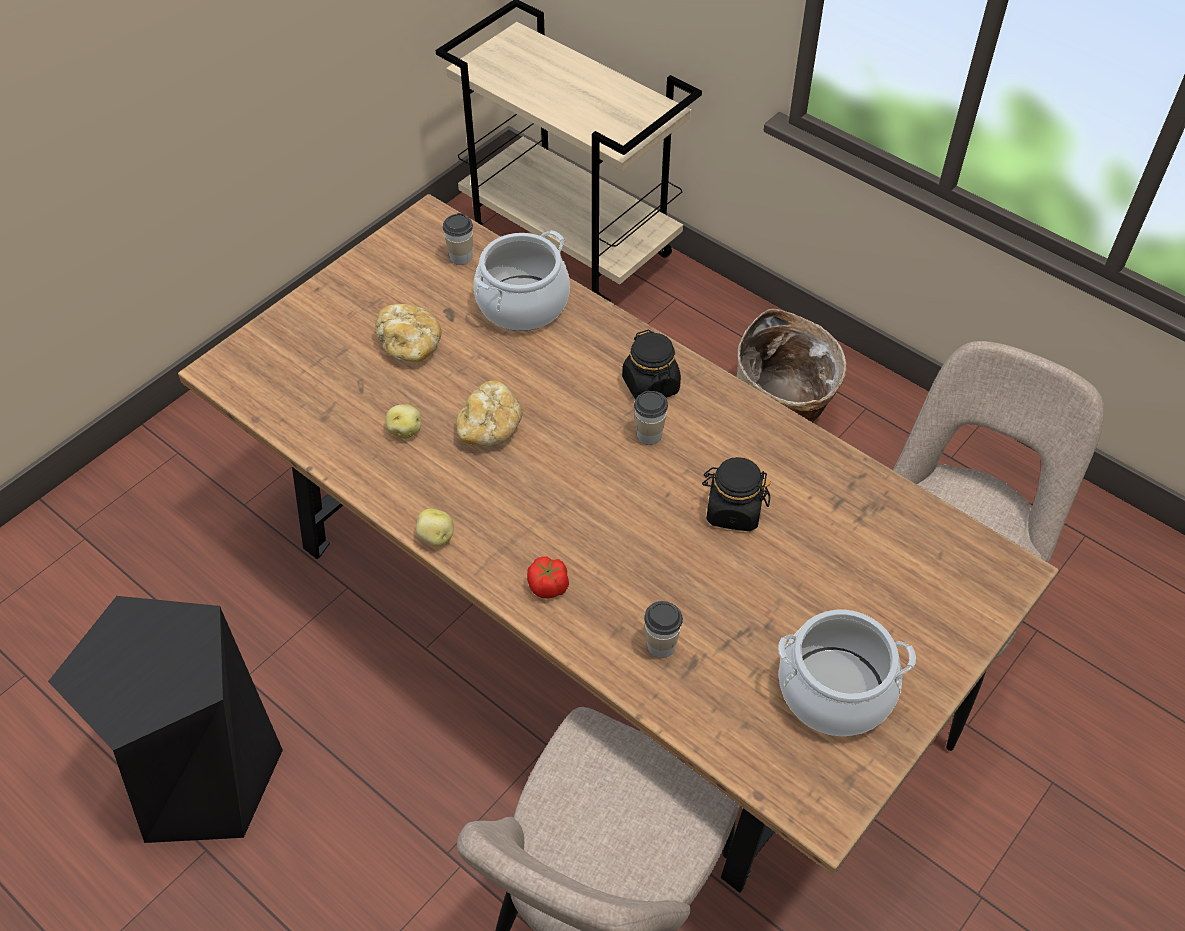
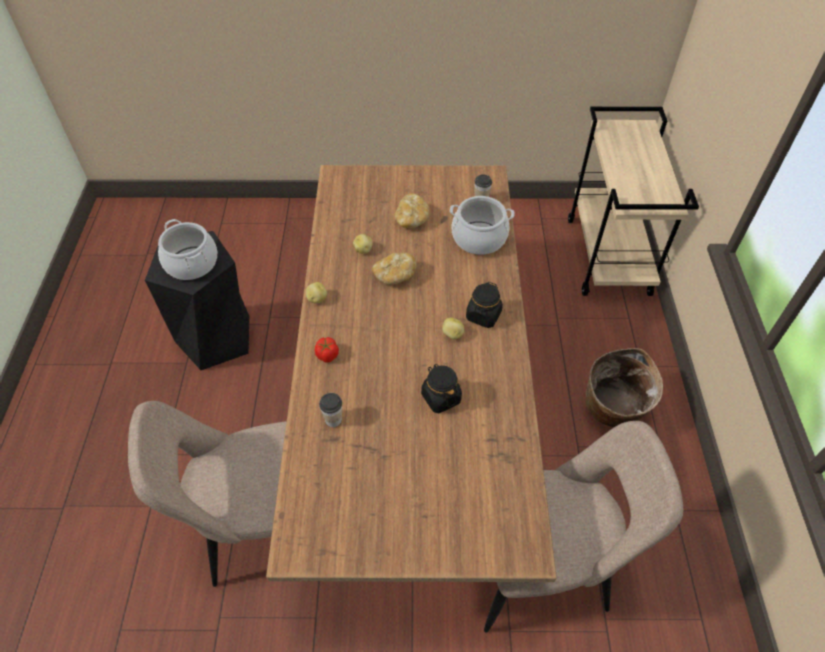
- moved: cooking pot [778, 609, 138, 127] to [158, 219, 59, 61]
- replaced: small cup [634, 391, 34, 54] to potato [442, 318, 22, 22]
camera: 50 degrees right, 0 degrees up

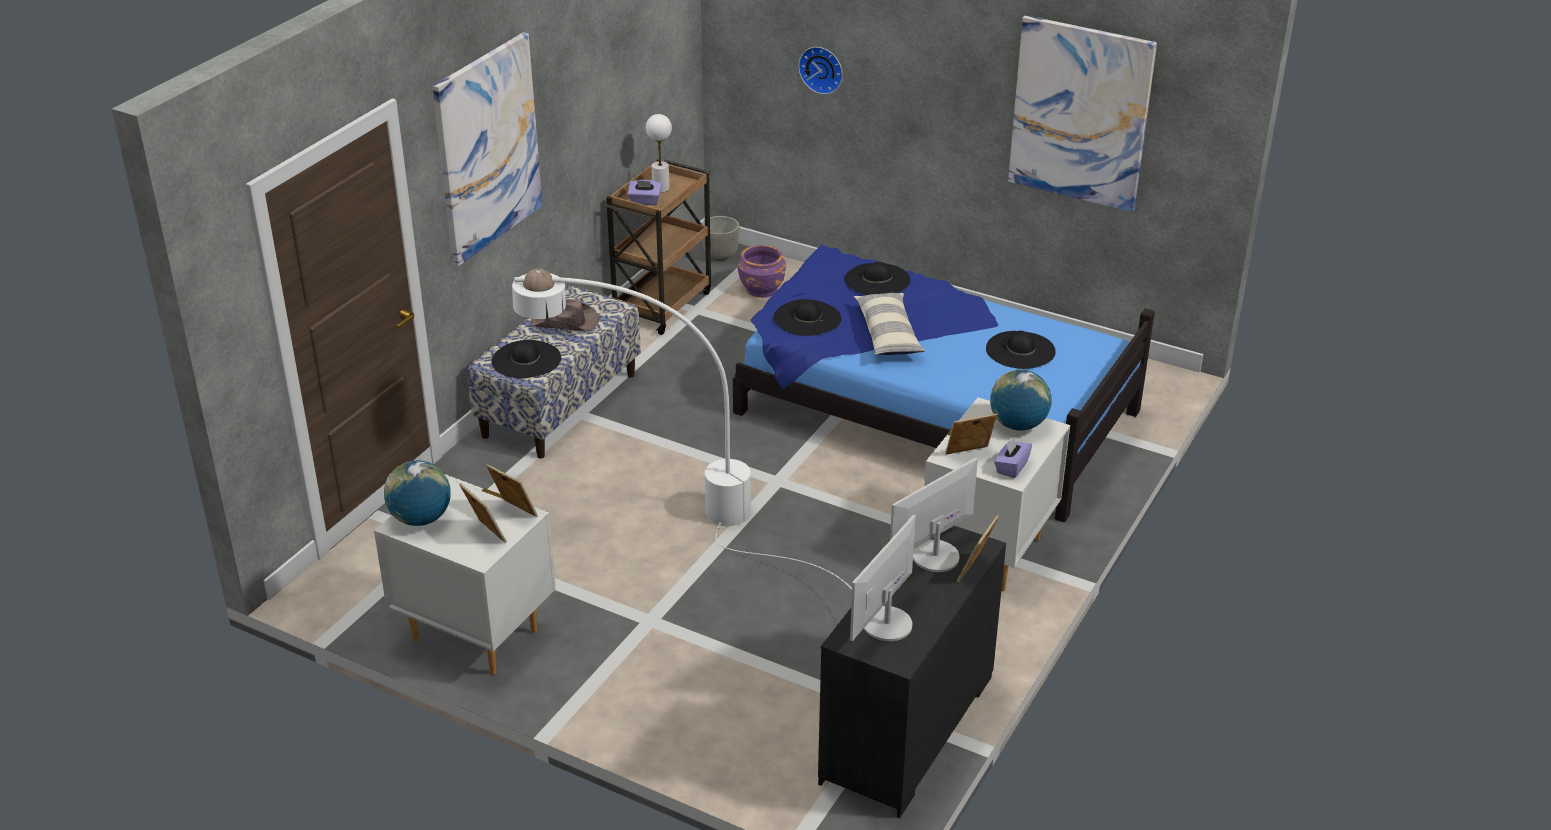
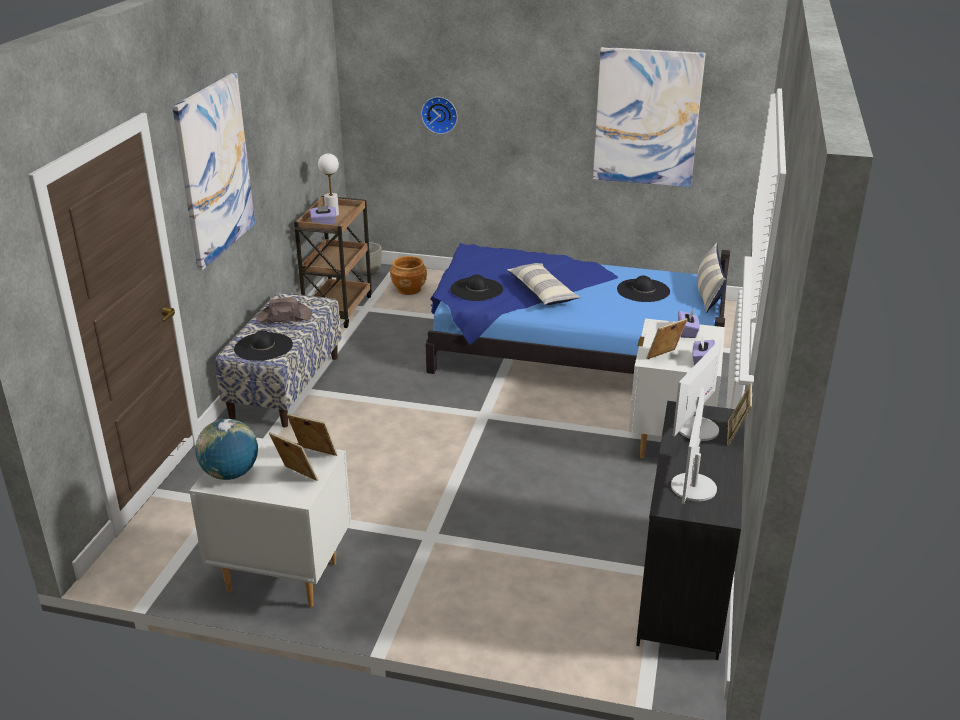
- recoloured: flower pot in purple-coloured [738, 245, 48, 53] to flower pot in brown [390, 256, 37, 39]
- replaced: desk globe [990, 370, 62, 61] to tissue holder in purple-coloured [678, 309, 22, 29]
- added: throw pillow [697, 243, 29, 70]
- removed: standing lamp in white-coloured [512, 269, 340, 321]
- removed: wearable hat in blackish [845, 262, 65, 33]
camera: 15 degrees left, 5 degrees down

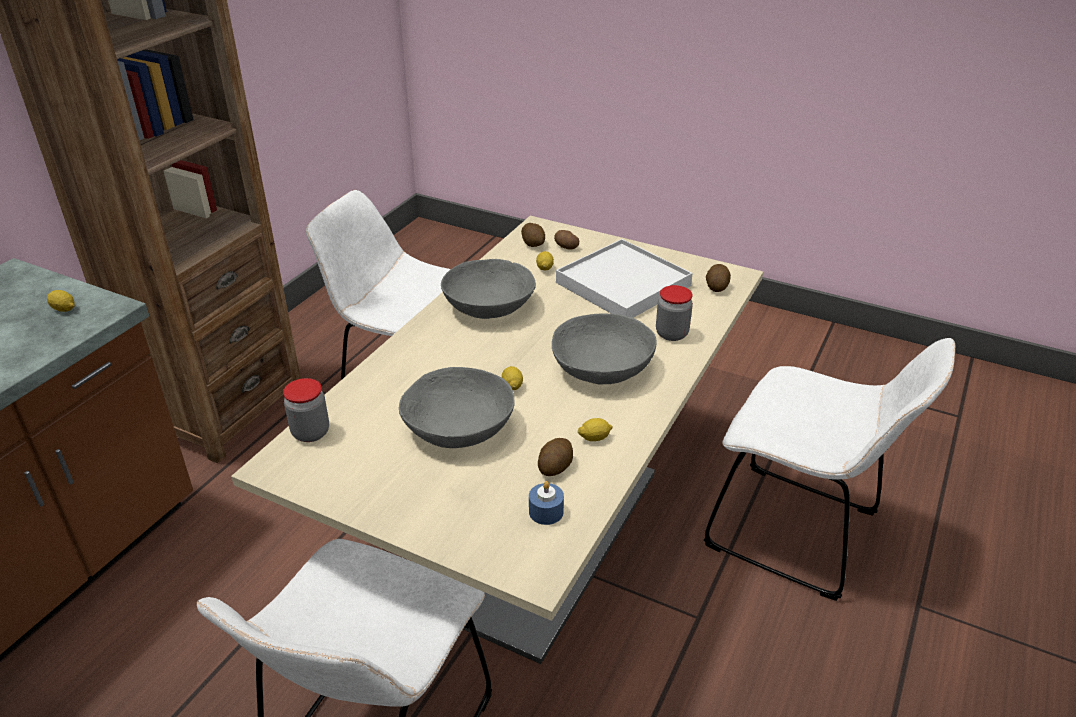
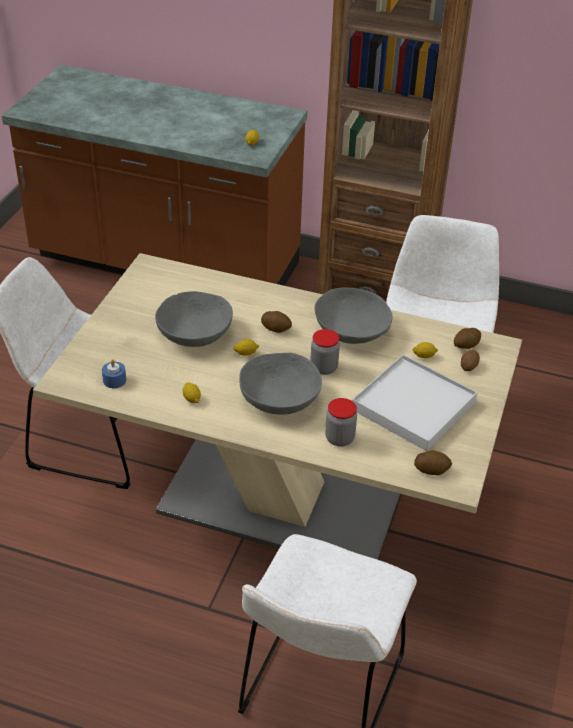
- moved: potato [538, 438, 35, 38] to [261, 311, 31, 22]
- moved: preserve jar [283, 378, 46, 64] to [310, 329, 30, 46]
camera: 80 degrees right, 5 degrees up

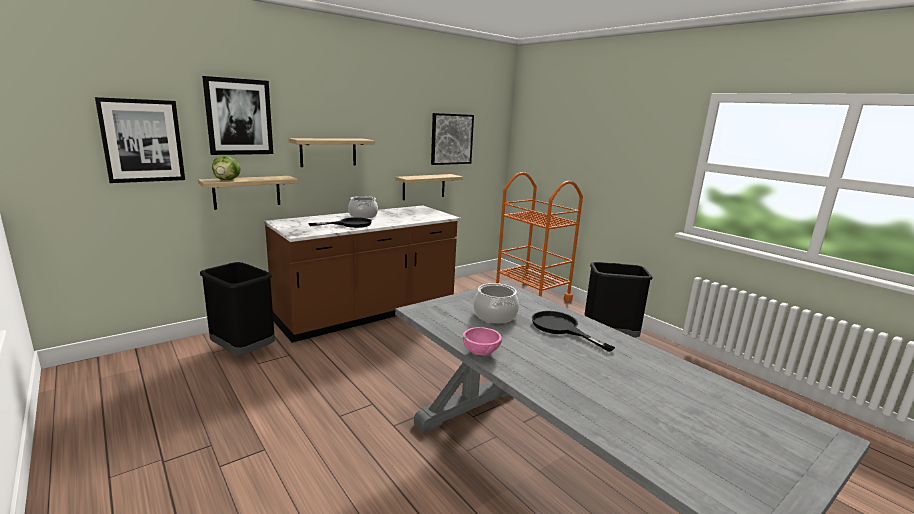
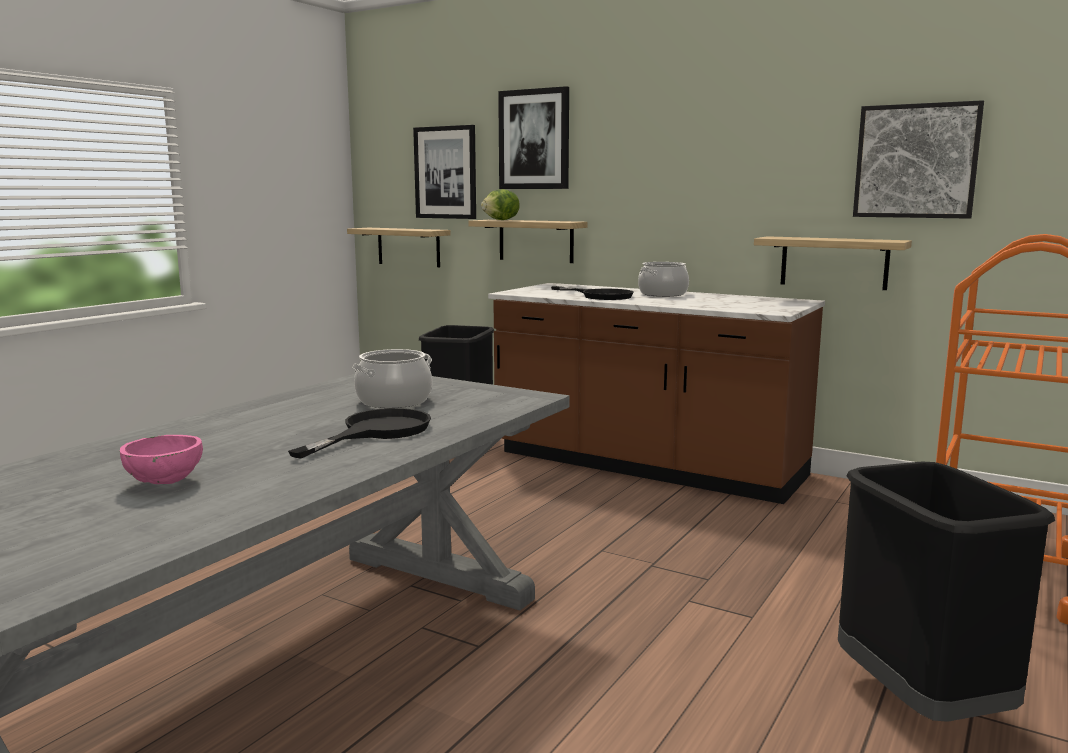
- moved: bowl in pinkish [463, 327, 39, 30] to [120, 435, 83, 49]
- moved: wall shelf [289, 138, 86, 29] to [347, 228, 104, 39]
camera: 70 degrees right, 5 degrees down

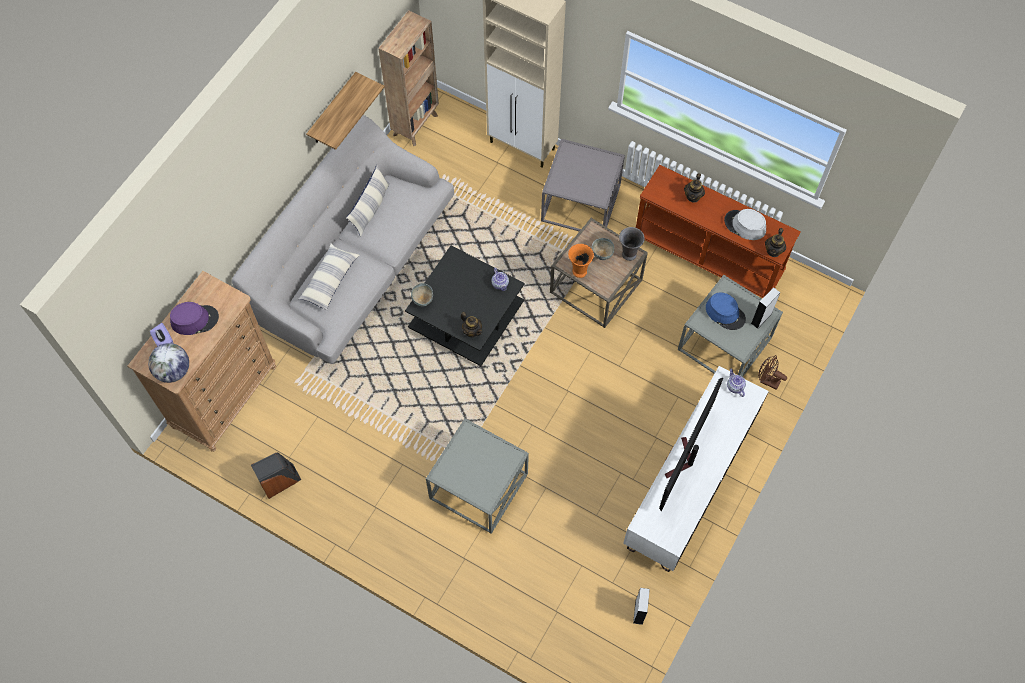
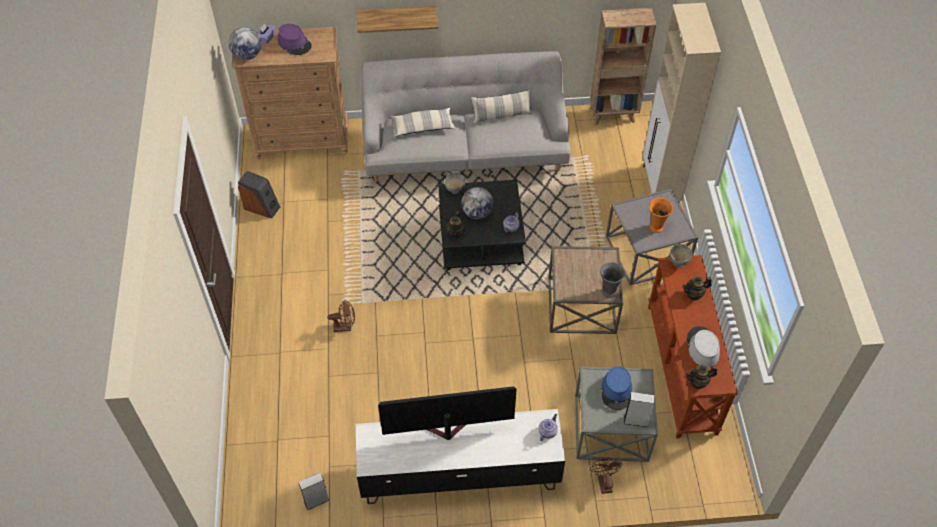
- replaced: accent table in greyish [426, 418, 103, 116] to fan in brown [327, 300, 28, 32]
- moved: wall shelf [306, 72, 78, 78] to [357, 6, 81, 27]
- added: desk globe [461, 187, 33, 32]
- moved: decorative vase in orange [568, 244, 26, 34] to [649, 198, 24, 35]
- moved: bowl in greyish [592, 238, 22, 22] to [669, 244, 23, 24]
camera: 55 degrees right, 10 degrees down

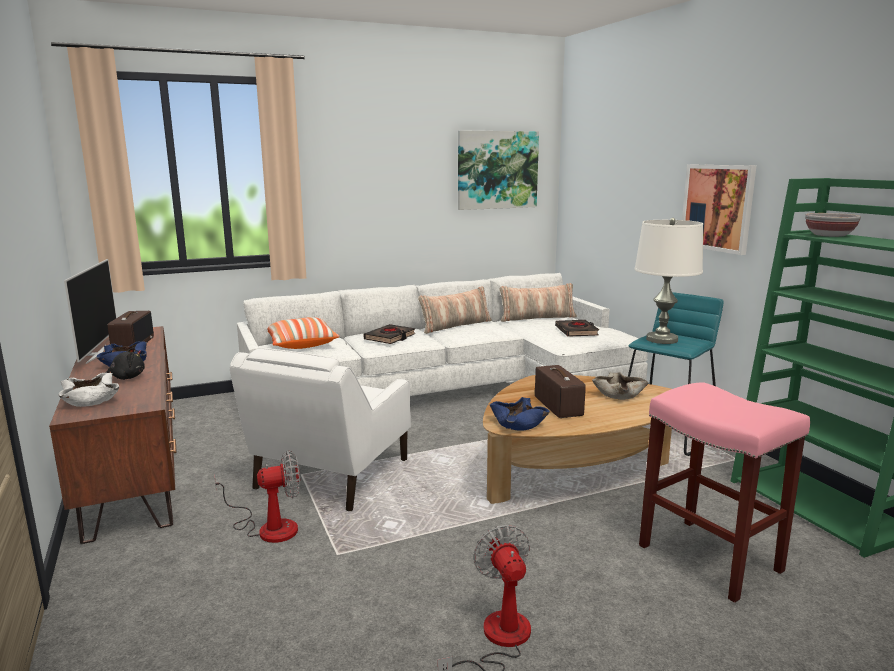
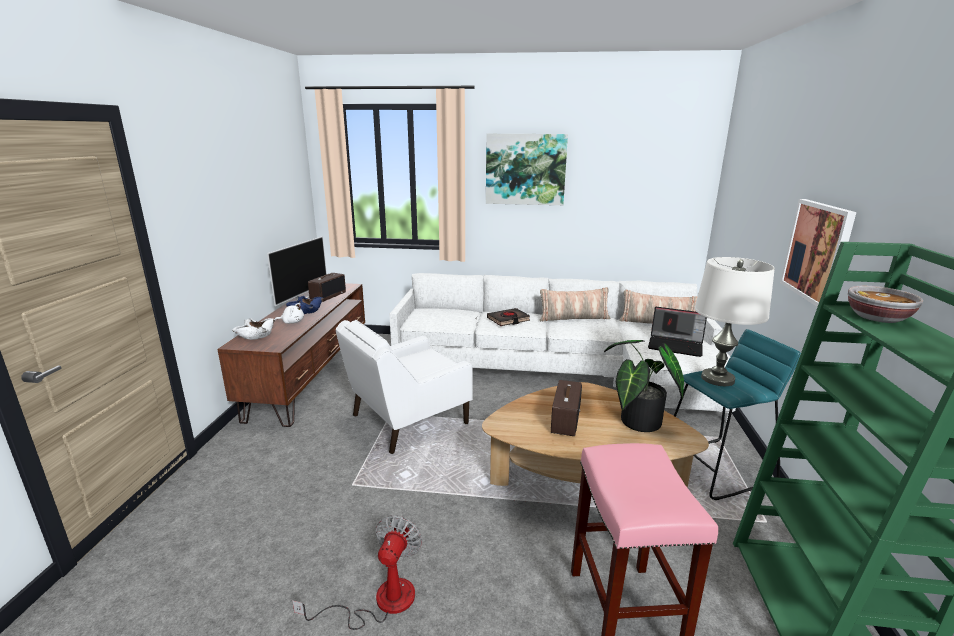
- recoloured: cuddly toy in blackish [105, 347, 40, 33] to cuddly toy in white-coloured [275, 303, 29, 21]
- moved: wall picture [458, 130, 81, 80] to [486, 134, 82, 71]
- replaced: bowl in sand-coloured [592, 372, 57, 28] to plant in a pot [604, 340, 80, 92]
- replaced: bound book in blackish [555, 320, 44, 17] to notebook computer [648, 307, 59, 50]
- removed: fan [214, 451, 86, 92]
- removed: throw pillow [267, 317, 73, 32]
- removed: bowl in bluish [490, 397, 60, 34]
camera: 30 degrees right, 5 degrees up

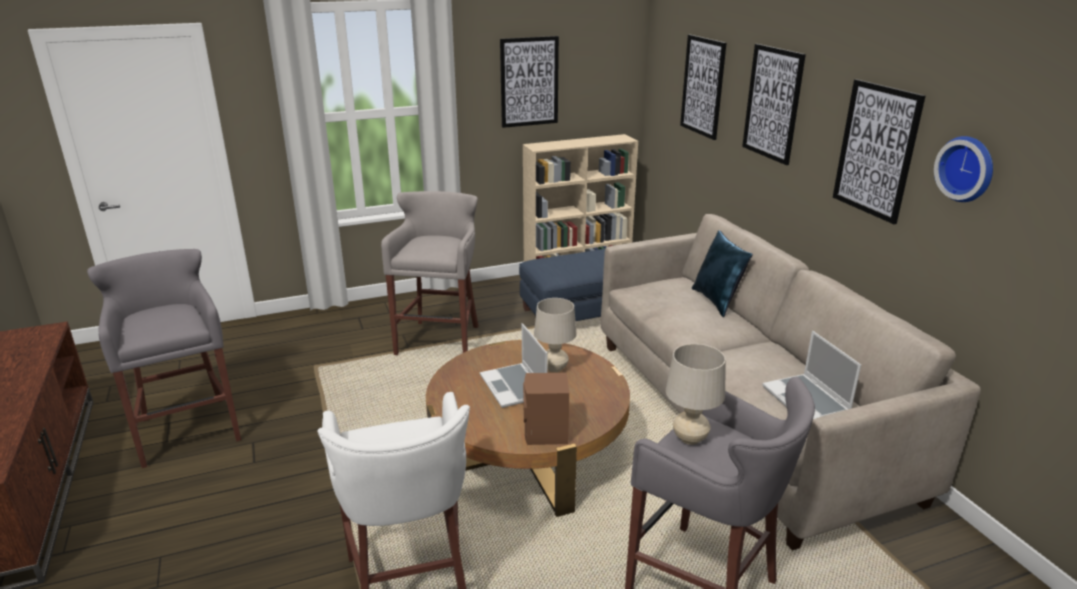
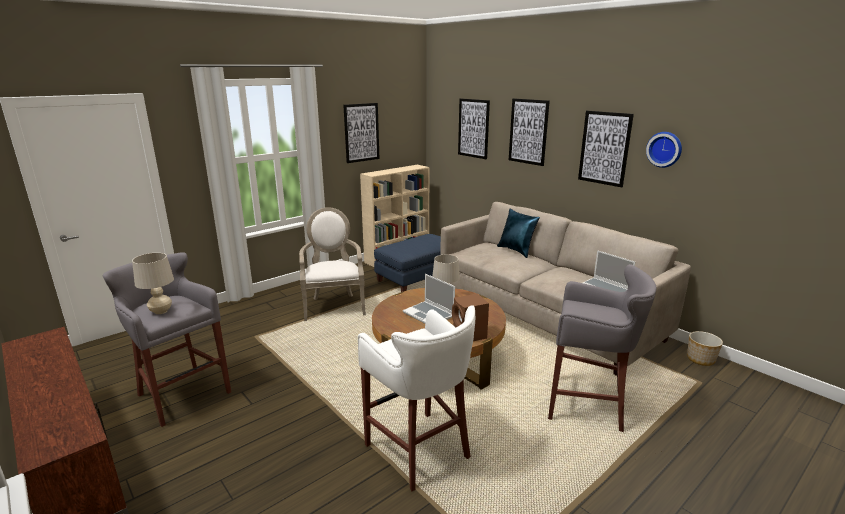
- moved: lamp for a table in sand-coloured [666, 344, 60, 101] to [132, 253, 42, 61]
- replaced: stool seat in greyish [381, 191, 97, 164] to lounge chair [299, 207, 67, 114]
- added: flower pot [687, 331, 36, 35]
camera: 20 degrees left, 5 degrees down

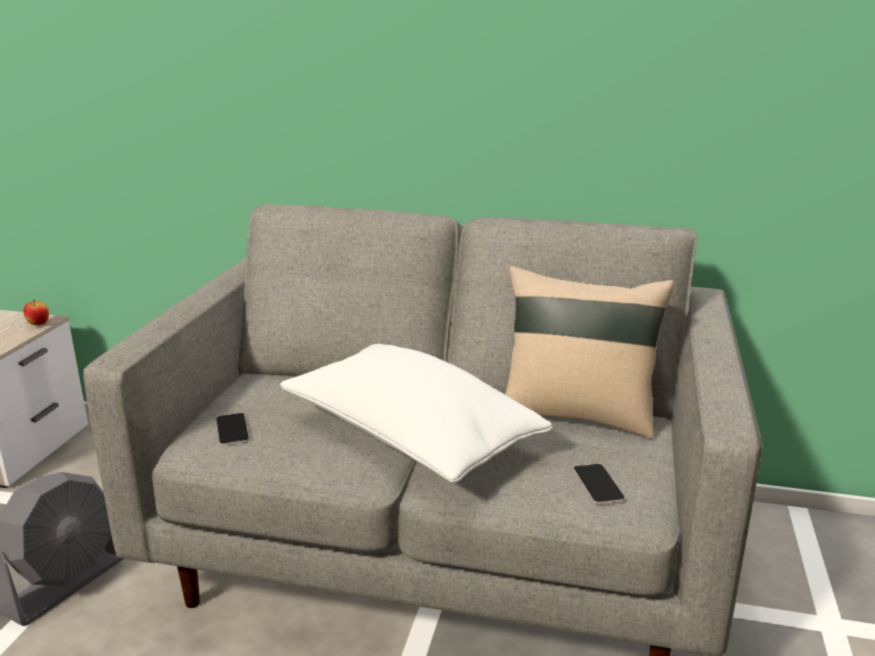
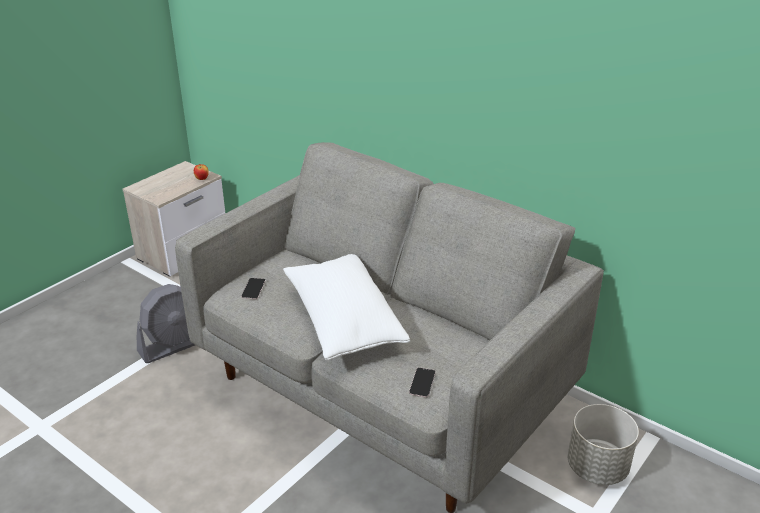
- added: flower pot in greyish [568, 404, 71, 81]
- removed: throw pillow in sand-coloured [505, 266, 169, 173]
camera: 25 degrees right, 10 degrees up

